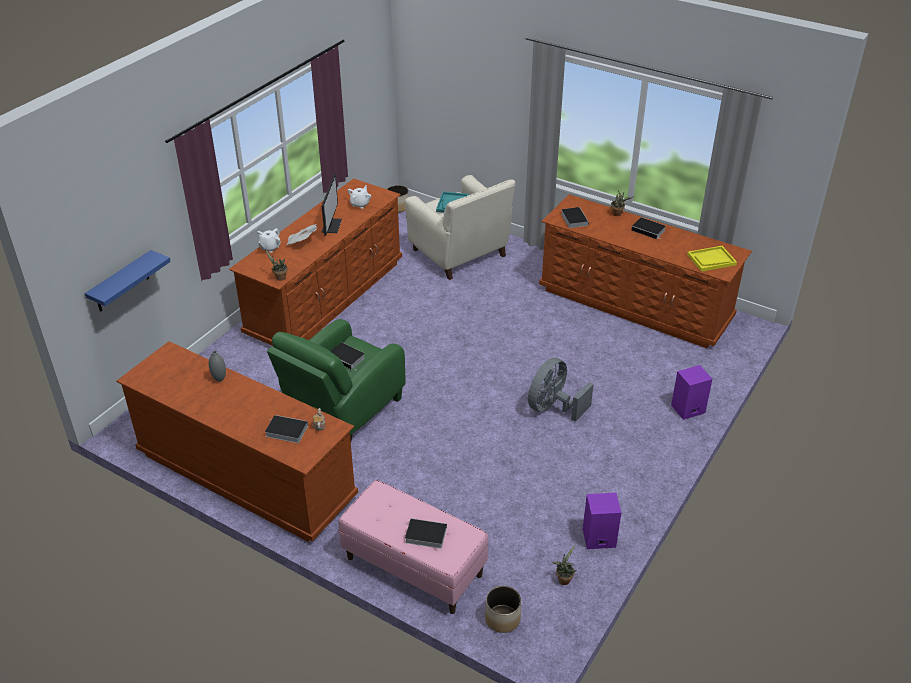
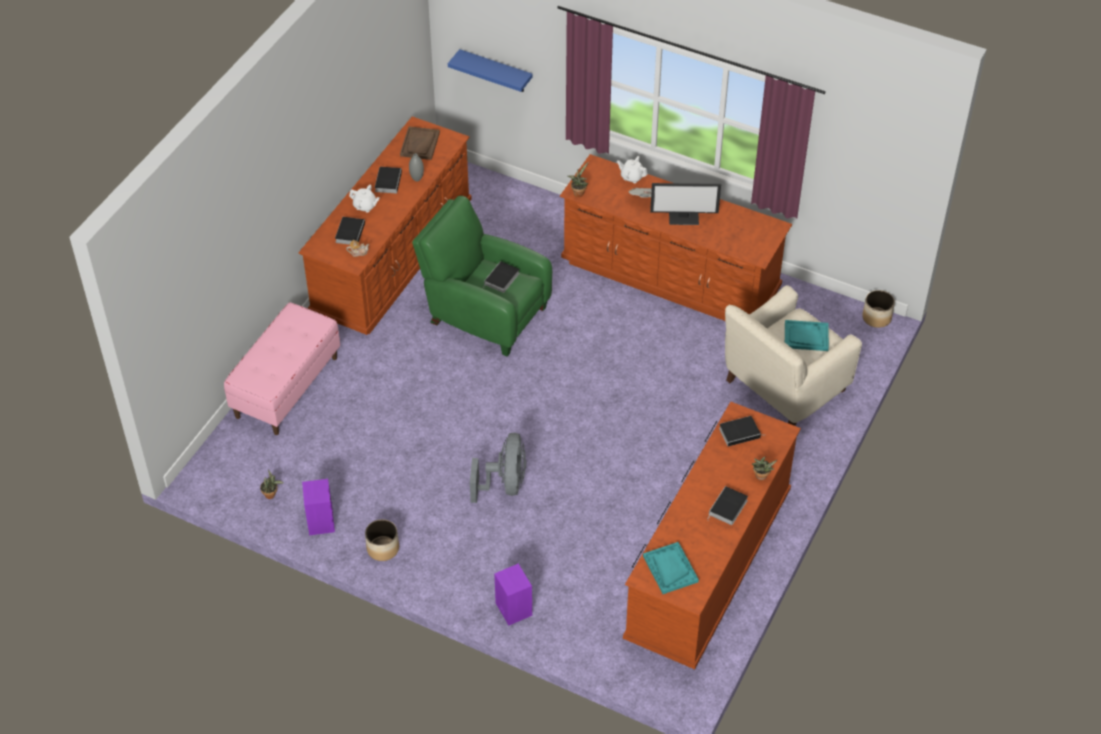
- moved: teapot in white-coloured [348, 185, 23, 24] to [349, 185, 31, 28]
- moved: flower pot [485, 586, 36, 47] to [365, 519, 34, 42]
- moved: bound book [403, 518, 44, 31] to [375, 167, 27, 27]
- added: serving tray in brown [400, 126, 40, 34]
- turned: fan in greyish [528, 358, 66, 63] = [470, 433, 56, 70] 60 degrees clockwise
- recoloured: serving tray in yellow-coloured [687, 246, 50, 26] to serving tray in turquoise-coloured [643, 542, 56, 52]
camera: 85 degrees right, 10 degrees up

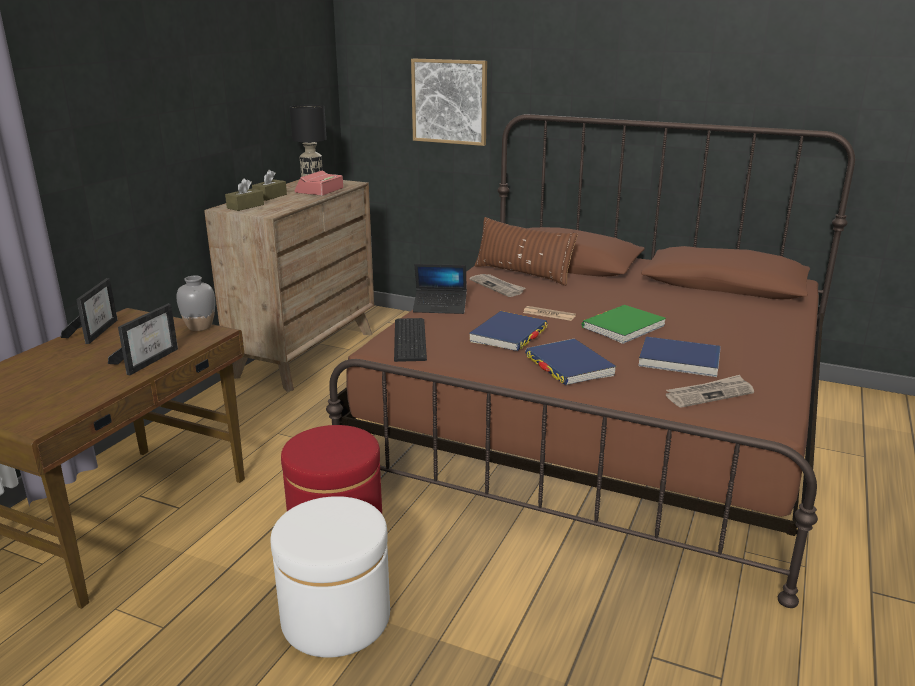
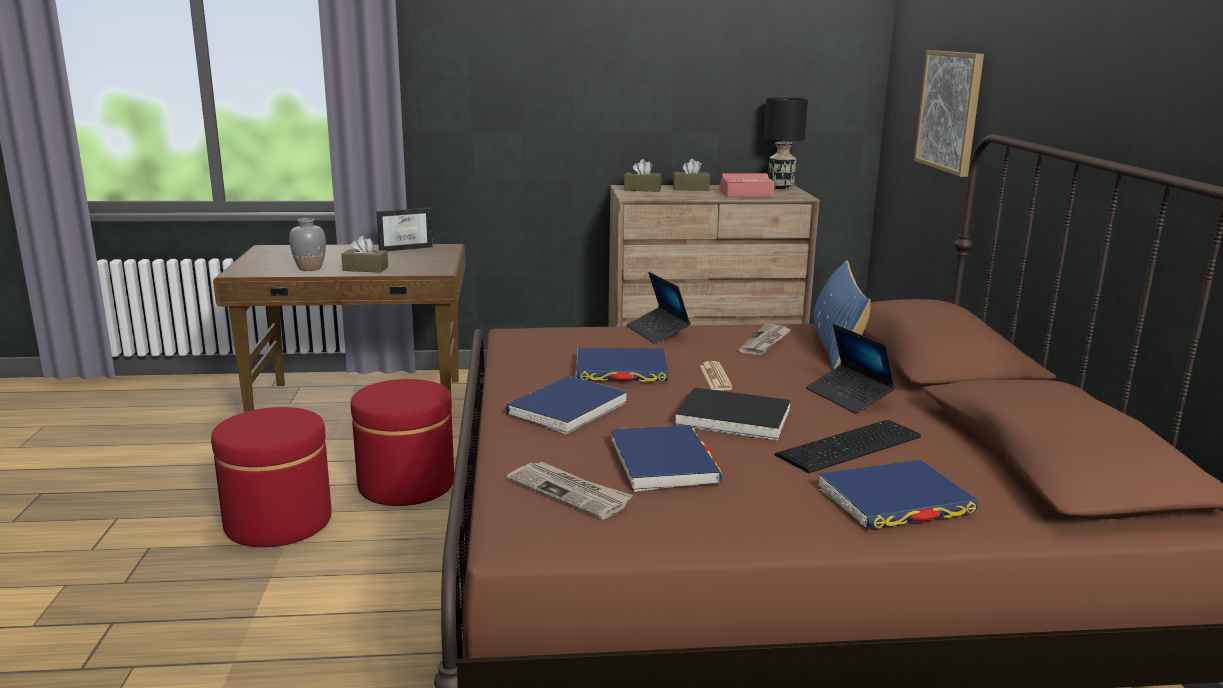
- recoloured: pouffe in white-coloured [271, 496, 119, 162] to pouffe in reddish [211, 407, 121, 140]
- moved: decorative vase in greyish [177, 275, 38, 56] to [289, 218, 37, 53]
- replaced: picture frame [108, 304, 70, 71] to tissue holder in brown [341, 236, 47, 37]
- recoloured: bound book in green-coloured [582, 305, 84, 39] to bound book in blackish [675, 388, 115, 53]
- moved: keyboard [394, 318, 33, 44] to [775, 420, 146, 53]
- added: notebook computer [806, 324, 89, 90]
- recoloured: throw pillow in brown [474, 217, 104, 69] to throw pillow in bluish [813, 260, 57, 110]
- added: bound book in bluish [819, 460, 159, 69]
camera: 60 degrees right, 5 degrees down

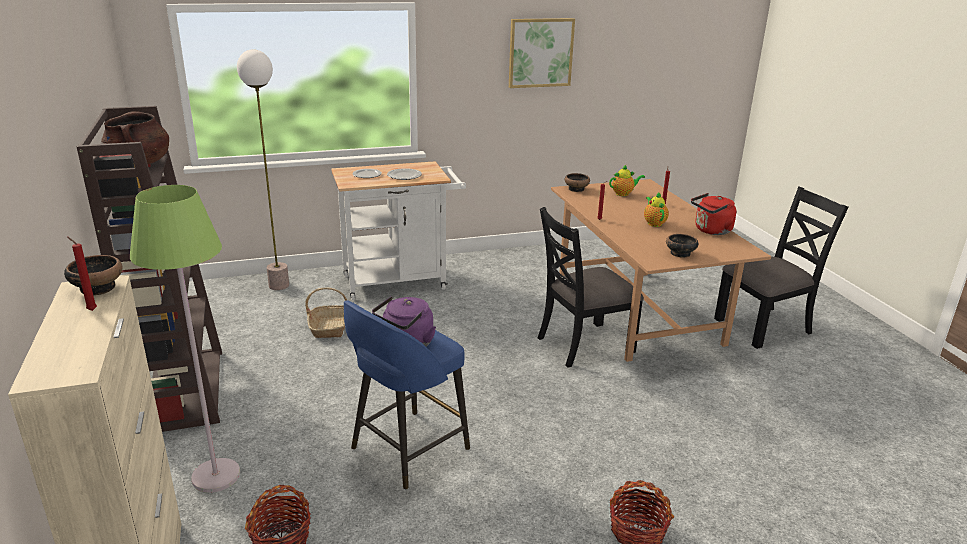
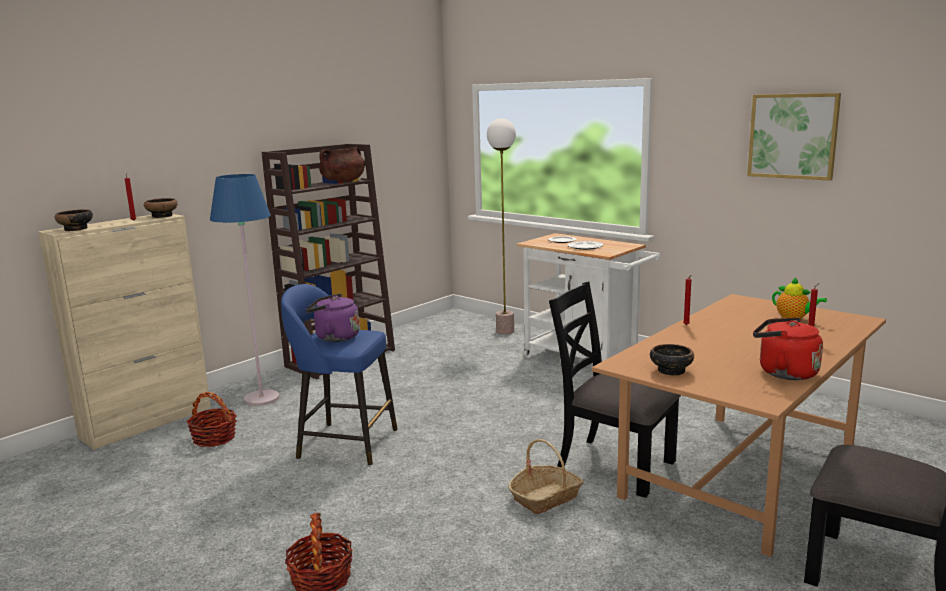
- moved: bowl [565, 173, 25, 19] to [55, 209, 38, 22]
- recoloured: standing lamp in green-coloured [130, 185, 110, 308] to standing lamp in bluish [210, 174, 69, 232]
- moved: basket [305, 288, 42, 50] to [508, 439, 76, 75]
- removed: teapot [644, 193, 25, 34]
camera: 60 degrees right, 10 degrees down

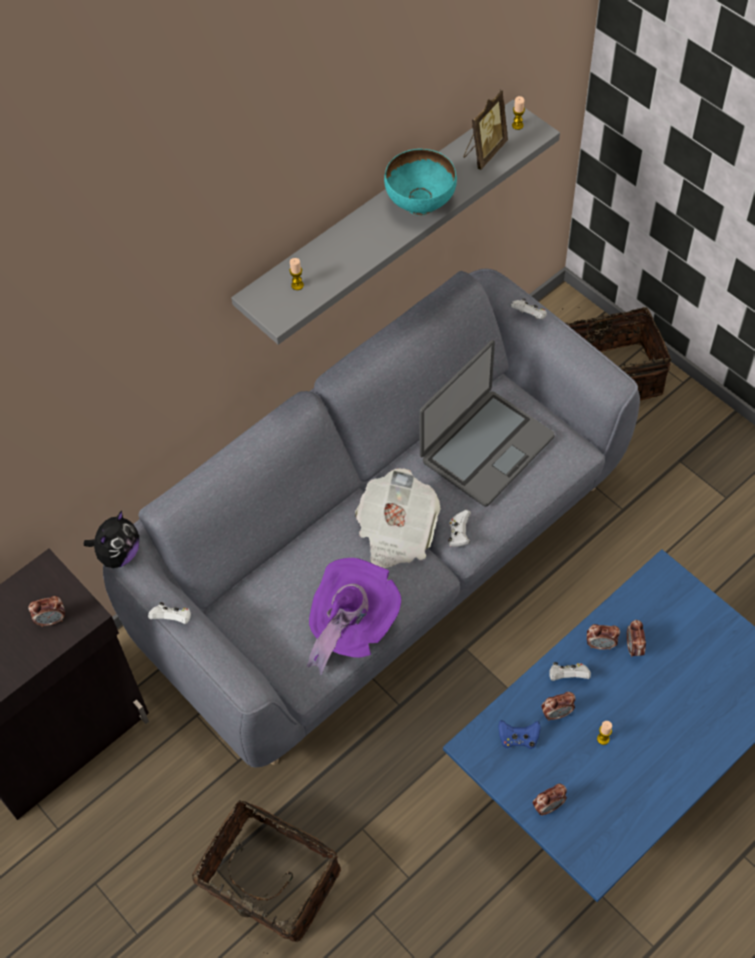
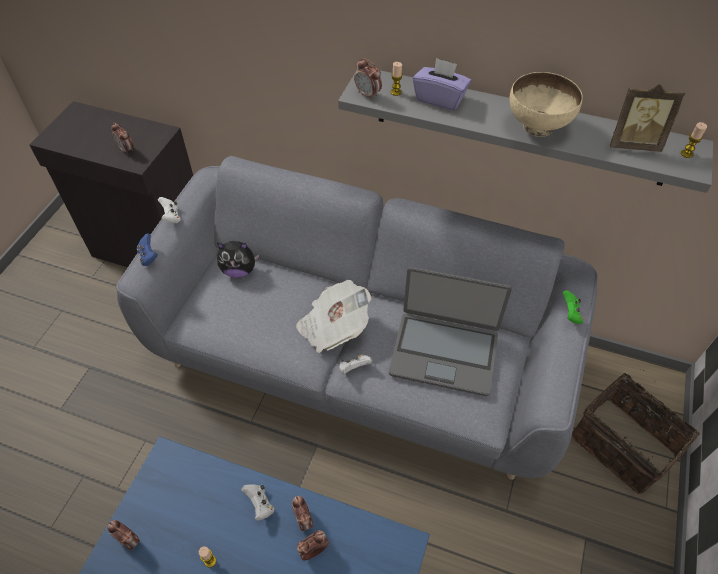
- moved: joypad in bluish [498, 720, 43, 29] to [137, 233, 21, 33]
- moved: cuddly toy [84, 510, 55, 58] to [217, 241, 42, 37]
- moved: bedside clock [541, 692, 34, 29] to [354, 58, 28, 42]
- added: tissue holder in purple-coloured [413, 58, 58, 52]
- recoloured: bowl in turquoise-coloured [384, 149, 73, 67] to bowl in sand-coloured [509, 72, 74, 65]
- recoloured: joypad in white-coloured [511, 298, 36, 21] to joypad in green-coloured [563, 290, 20, 34]
- removed: basket [192, 800, 150, 154]
- removed: wearable hat in purple-coloured [306, 558, 95, 118]
camera: 60 degrees right, 5 degrees down

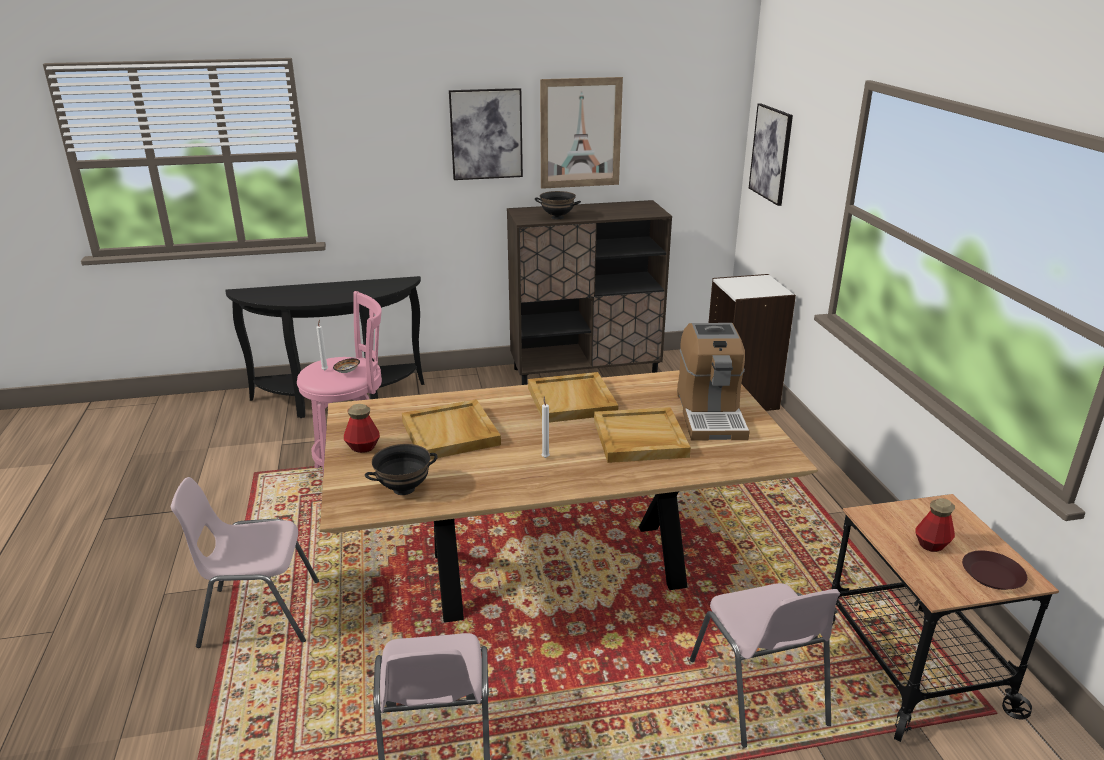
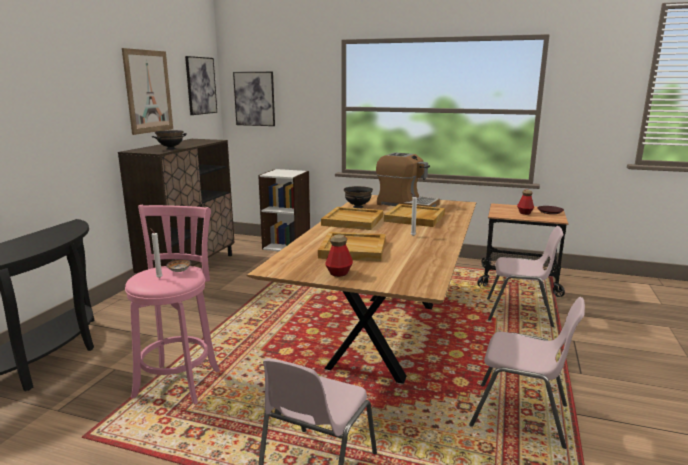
- moved: wall picture [449, 88, 74, 92] to [185, 56, 32, 59]
- moved: bowl in blackish [365, 444, 73, 51] to [344, 186, 29, 22]
camera: 60 degrees left, 10 degrees down

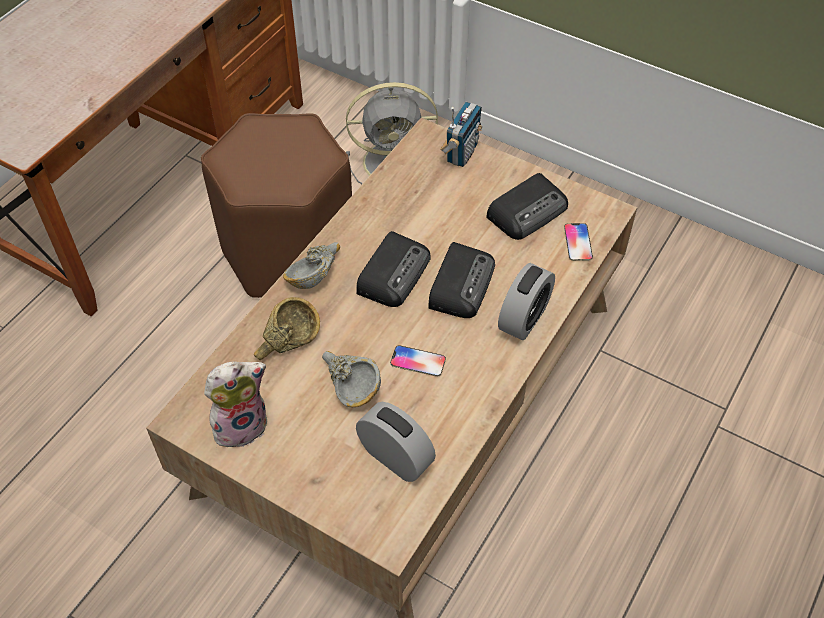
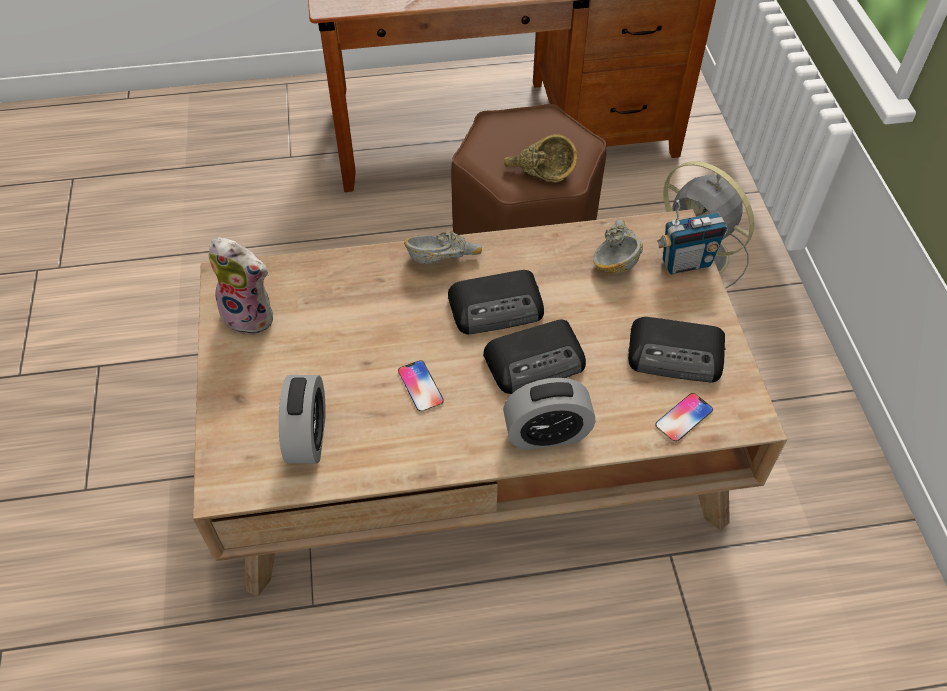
- moved: bowl in brown [254, 297, 66, 64] to [504, 134, 73, 49]
- moved: bowl in greyish [322, 351, 59, 57] to [593, 219, 50, 55]
camera: 50 degrees right, 0 degrees up

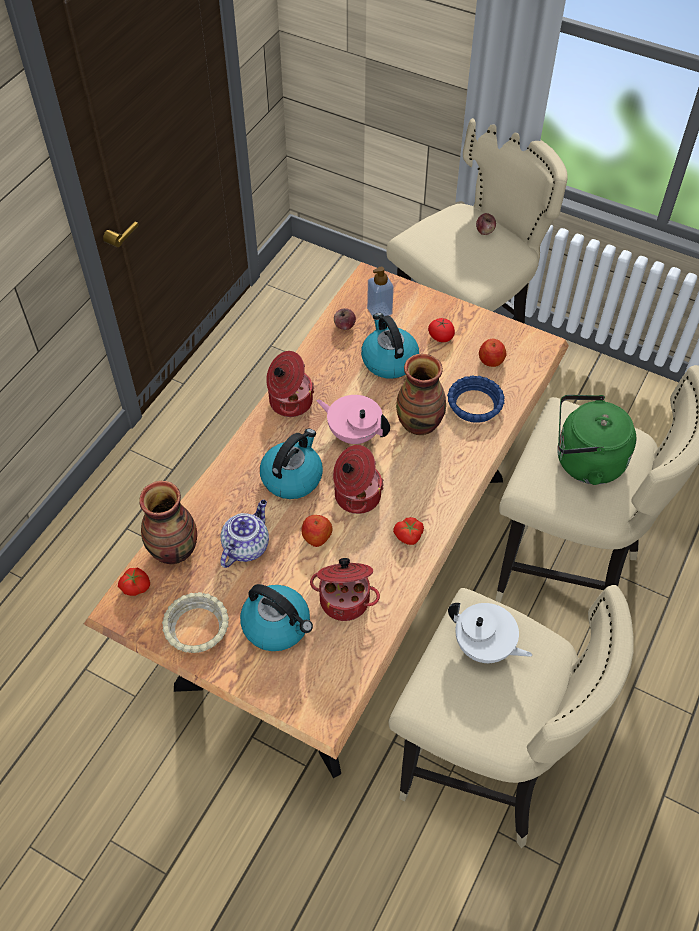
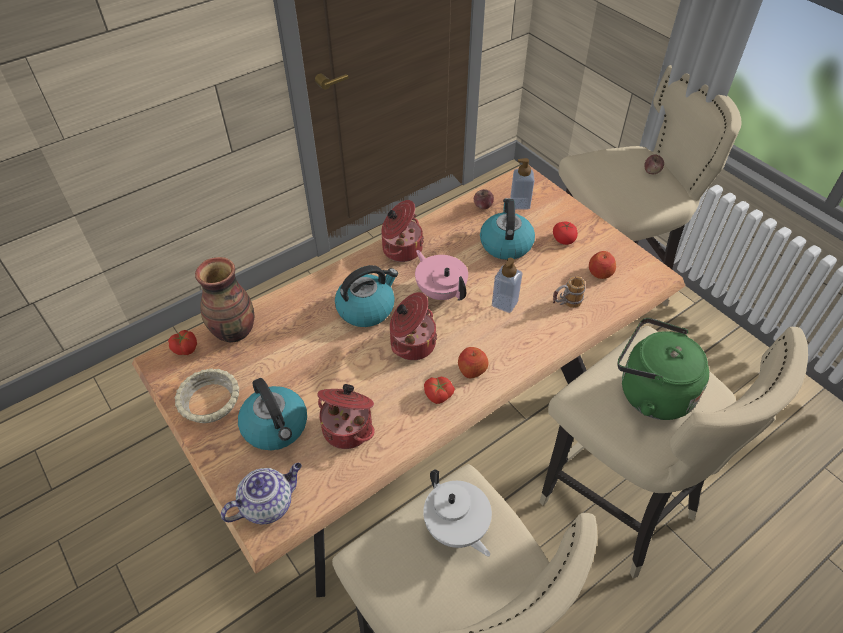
- moved: teapot [220, 500, 49, 68] to [221, 463, 81, 61]
- moved: whole apple [301, 515, 32, 32] to [458, 347, 31, 31]
- replaced: decorative vase [396, 354, 50, 81] to soap dispenser [492, 258, 30, 55]
- replaced: bowl in bluish [447, 375, 58, 48] to tea mug [553, 276, 33, 32]
camera: 25 degrees right, 5 degrees down

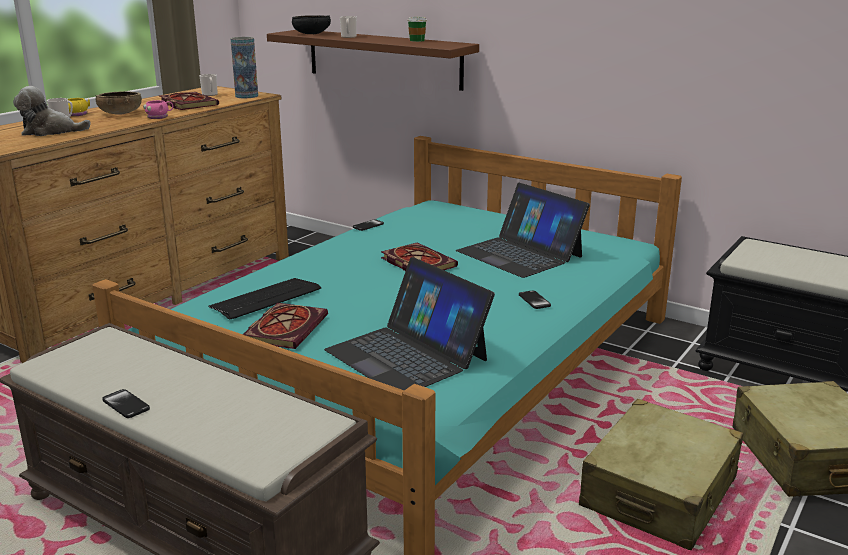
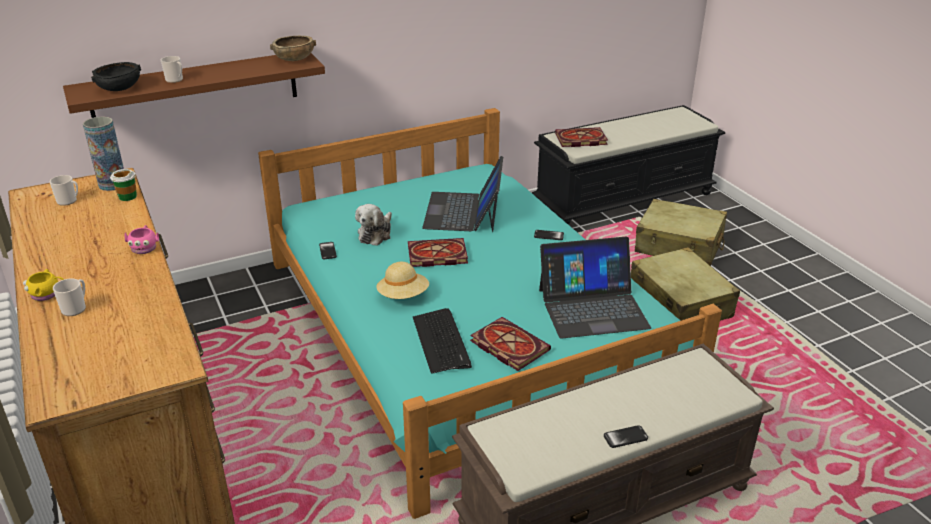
- moved: small cup [407, 17, 20, 25] to [110, 169, 27, 32]
- moved: bowl in brown [95, 91, 47, 24] to [270, 36, 46, 25]
- moved: cuddly toy [13, 86, 78, 50] to [355, 204, 37, 42]
- added: wearable hat in sand-coloured [377, 262, 52, 37]
- turned: notebook computer [456, 183, 134, 95] = [422, 156, 81, 76] 105 degrees clockwise
- moved: bound book [160, 92, 59, 18] to [555, 127, 53, 20]
camera: 60 degrees left, 10 degrees up

